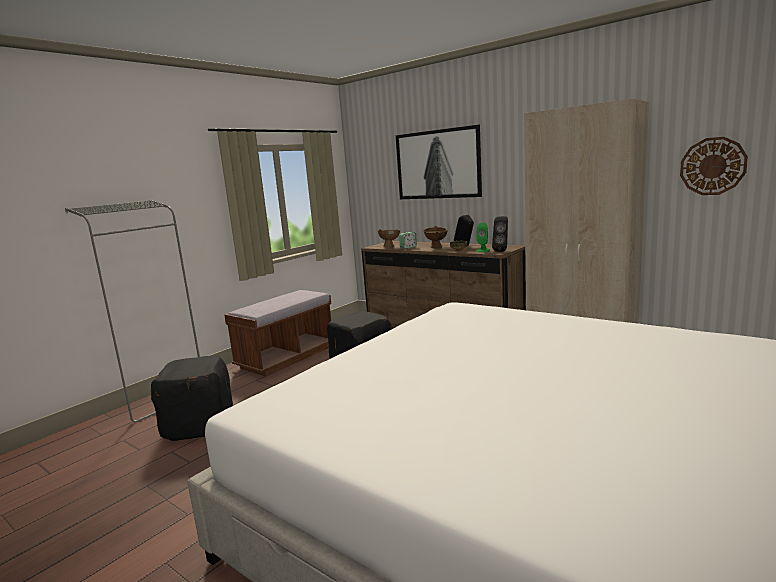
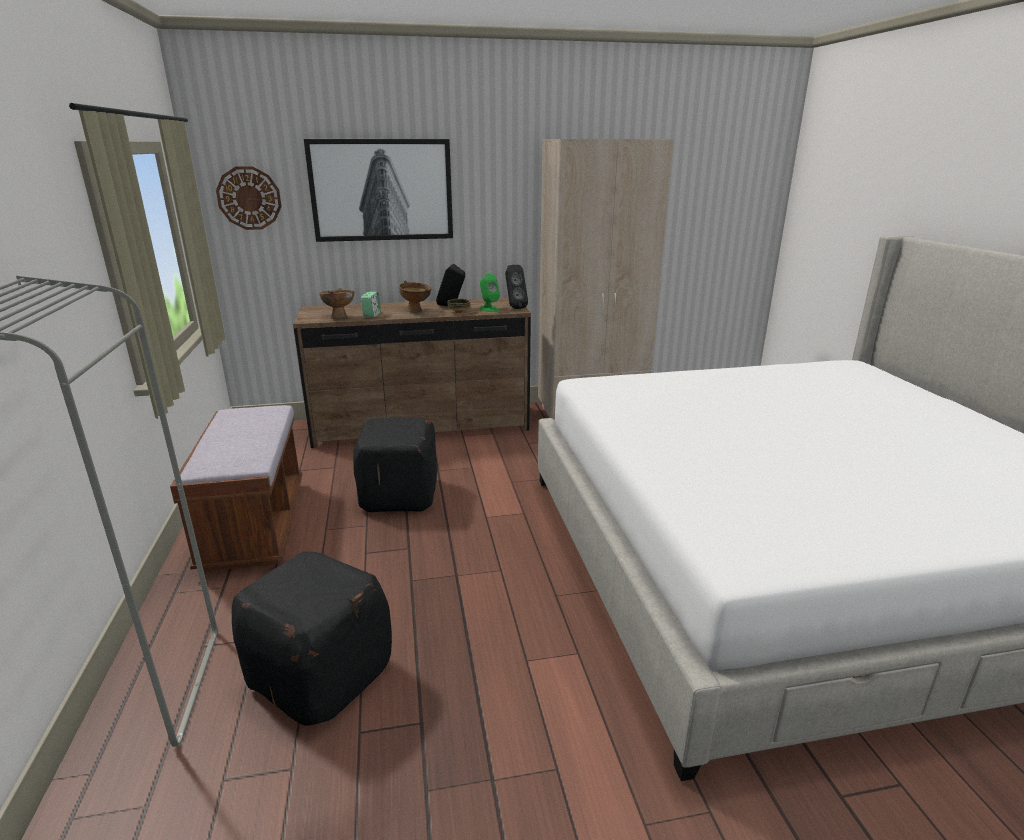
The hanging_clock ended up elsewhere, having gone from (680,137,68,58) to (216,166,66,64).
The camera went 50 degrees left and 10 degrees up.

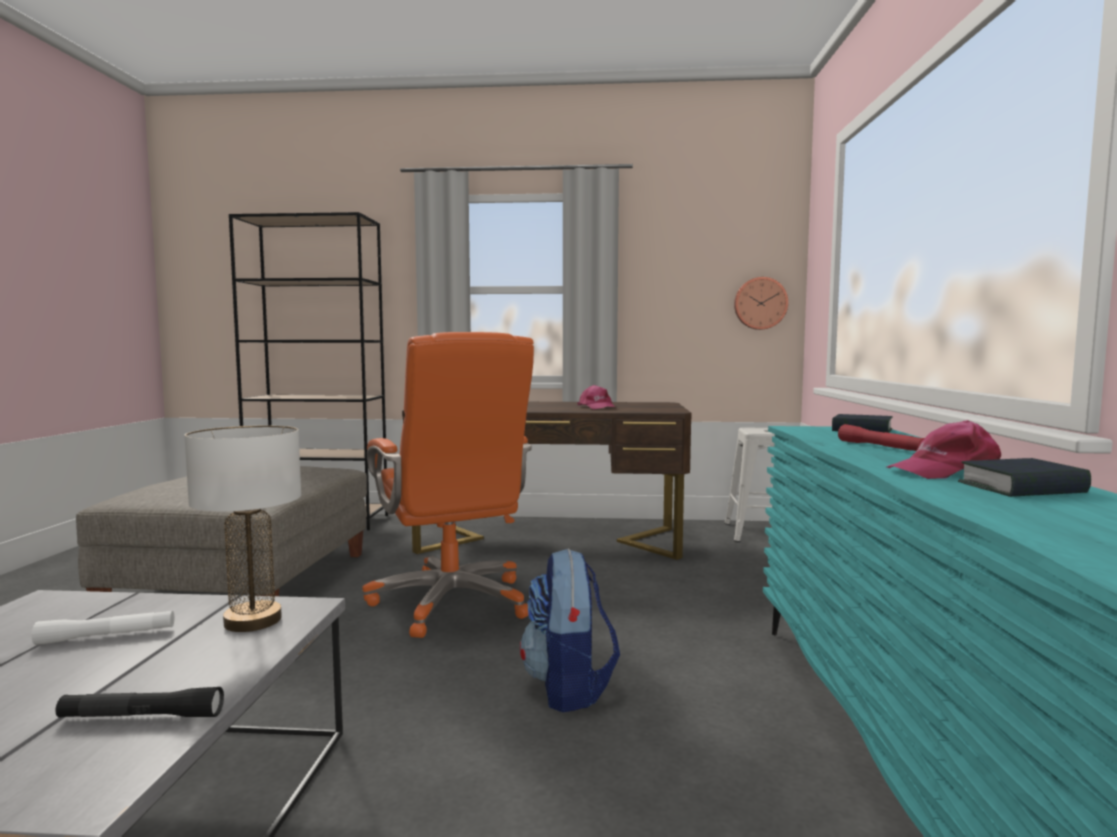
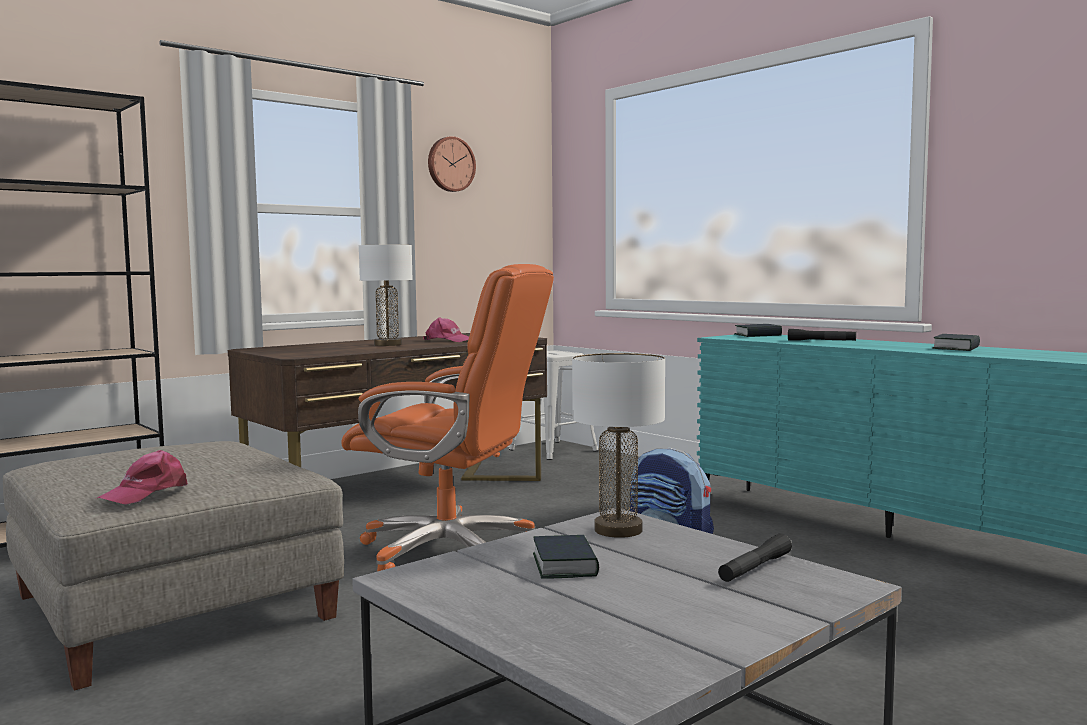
The second view gained the tabletop_lamp at (359,245,54,101).
The hanging_clock ended up elsewhere, having gone from (734,277,54,53) to (428,136,48,56).
The pink_baseball_cap ended up elsewhere, having gone from (887,420,114,59) to (97,450,91,55).
Where the whitish_torch stood at (32,610,142,35), the volume came to stand at (533,535,66,44).
What was the red_torch at (838,424,86,27) turned into the black-coloured_torch at (788,329,68,12).
The camera went 45 degrees left and 0 degrees up.

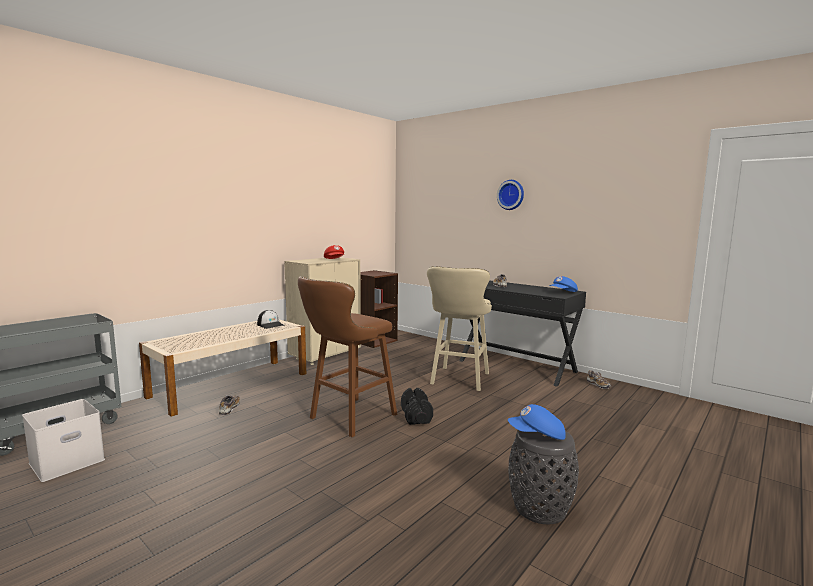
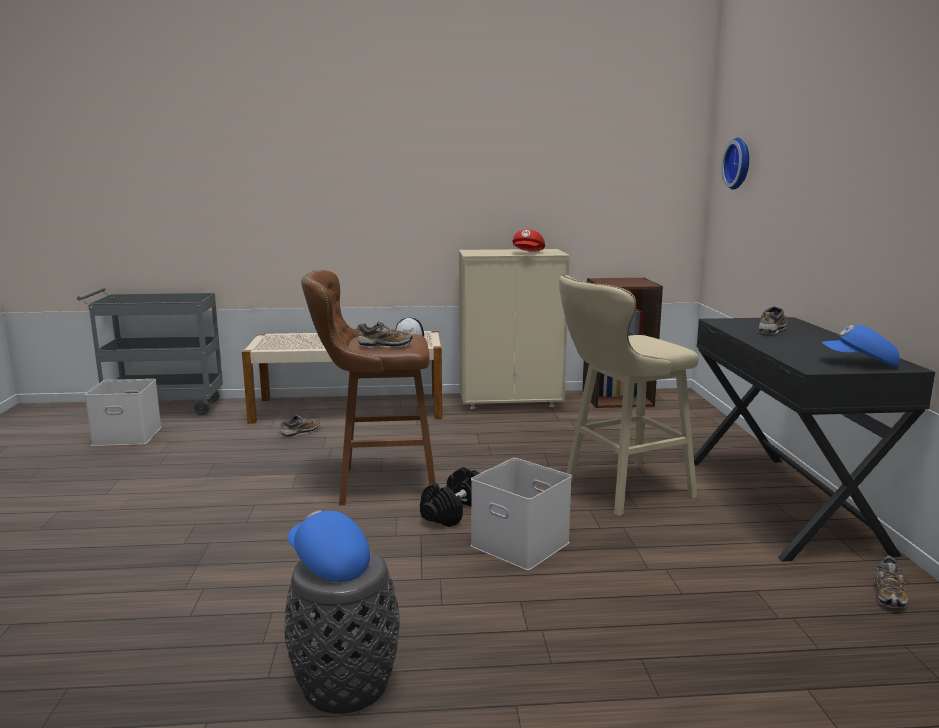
The second view gained the shoe at (356,320,57,27).
The second view gained the whitish_storage_box at (471,458,101,112).
The hanging_clock ended up elsewhere, having gone from (497,180,27,30) to (722,138,27,52).
The camera went 45 degrees right and 5 degrees up.

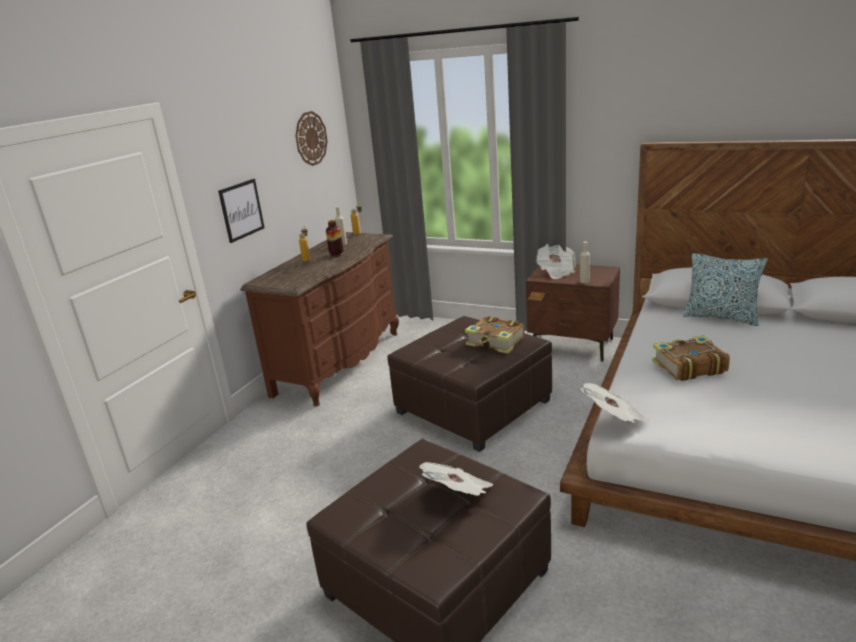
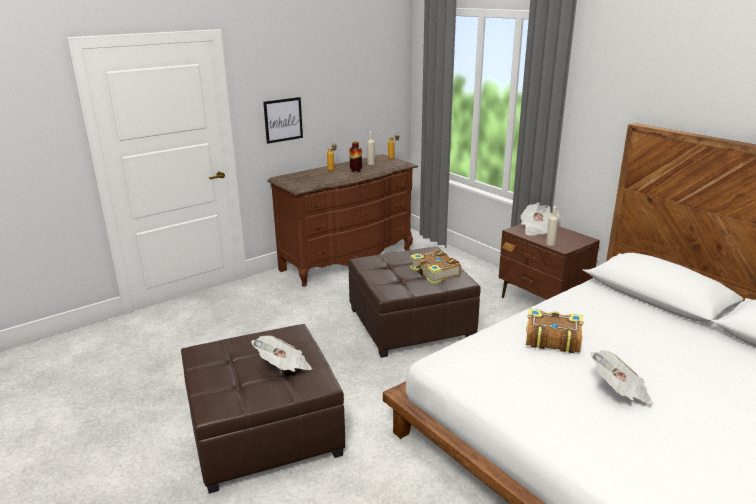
The second view lost the hanging_clock at (295,111,33,55).
The second view lost the pillow at (683,253,85,73).
The printed_paper ended up elsewhere, having gone from (579,383,70,40) to (591,350,62,55).
The camera went 25 degrees right and 0 degrees up.

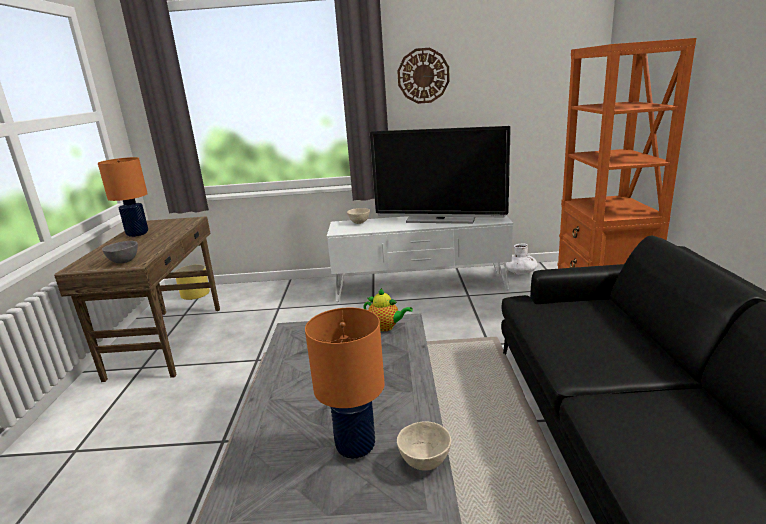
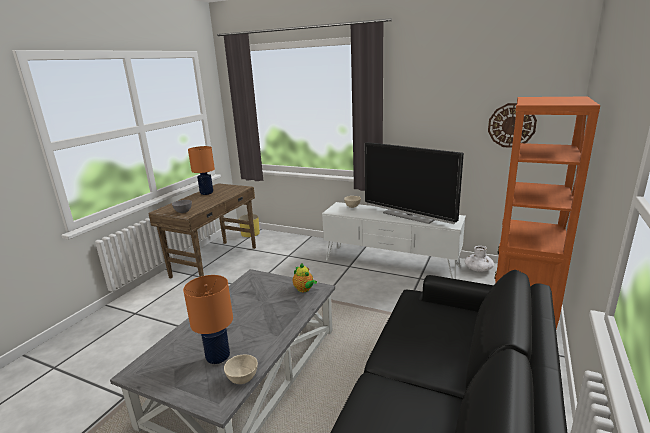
The hanging_clock ended up elsewhere, having gone from (397,48,53,56) to (488,103,49,45).
The camera went 25 degrees right and 0 degrees up.

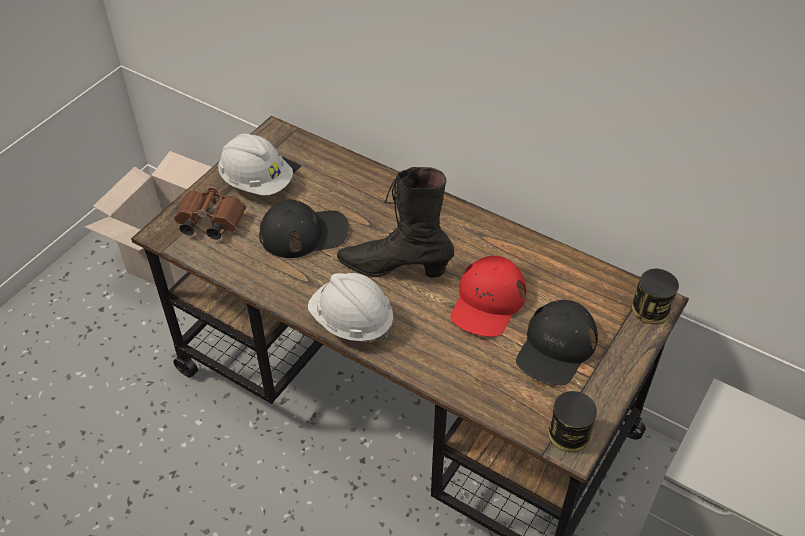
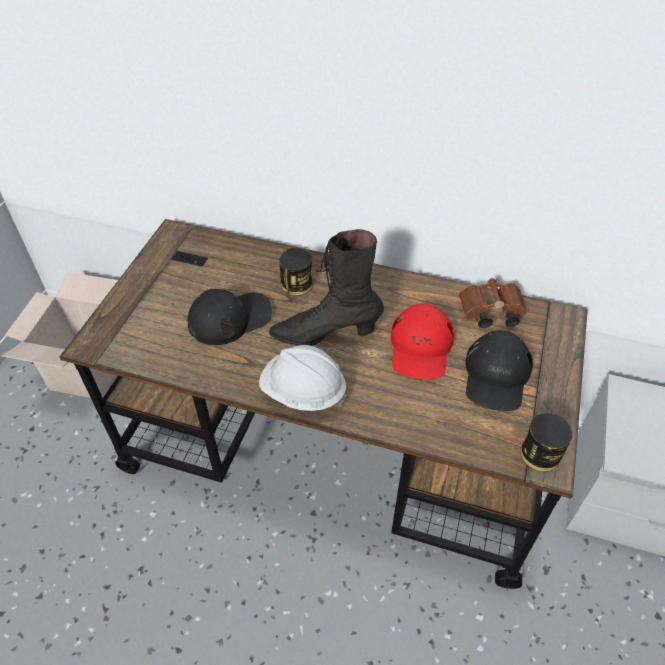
The second view lost the whitish_work_helmet at (218,133,75,63).
The brown_binoculars ended up elsewhere, having gone from (174,187,72,53) to (459,278,68,50).
The metal_can ended up elsewhere, having gone from (632,269,47,55) to (279,248,34,48).
The camera went 15 degrees left and 0 degrees up.

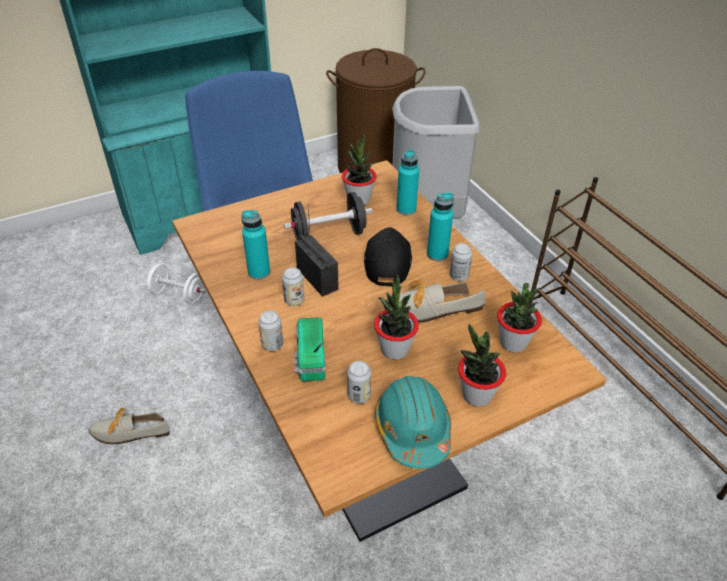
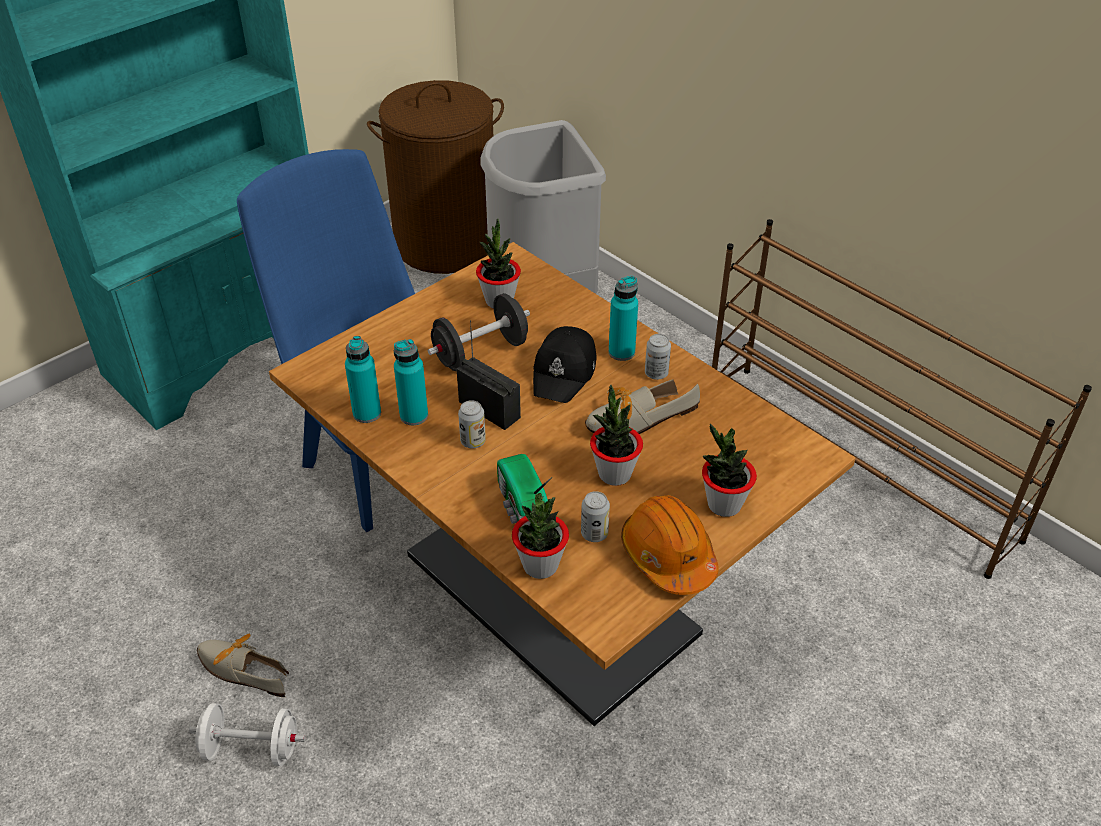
The second view lost the metal_can at (258,311,25,40).
The whitish_free_weight ended up elsewhere, having gone from (146,264,60,40) to (189,703,116,63).
The blue-green_drink_bottle ended up elsewhere, having gone from (396,149,23,67) to (345,336,36,87).
The houseplant ended up elsewhere, having gone from (497,283,45,70) to (512,493,57,86).
What was the blue-green_work_helmet at (375,376,76,93) turned into the orangey_work_helmet at (621,495,98,100).
The shoe at (88,408,82,36) ended up facing another way, 45 degrees clockwise from before.
The black-coloured_baseball_cap at (364,227,48,60) ended up facing another way, 150 degrees counterclockwise from before.
The camera went 15 degrees left and 0 degrees up.

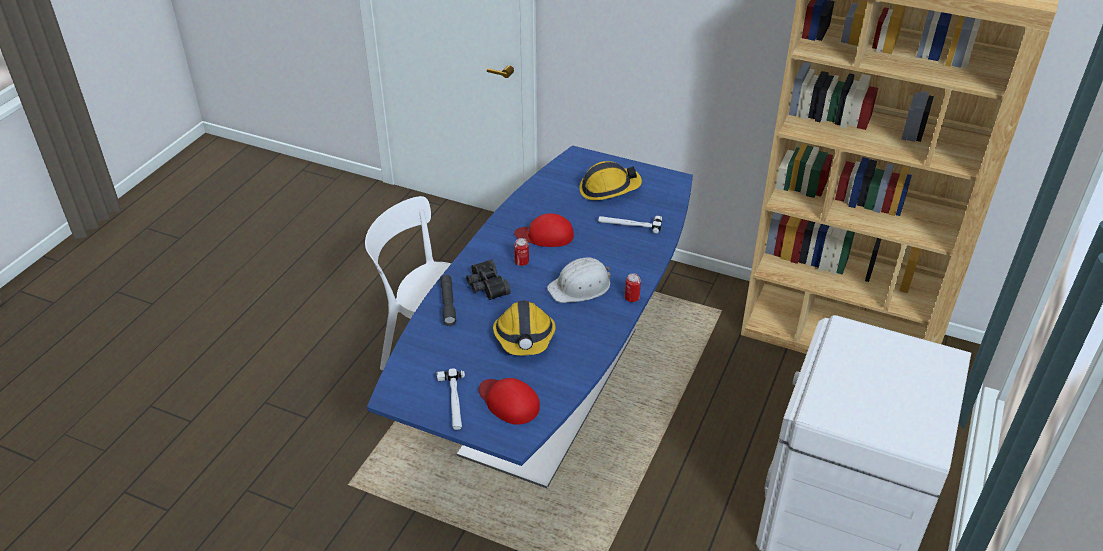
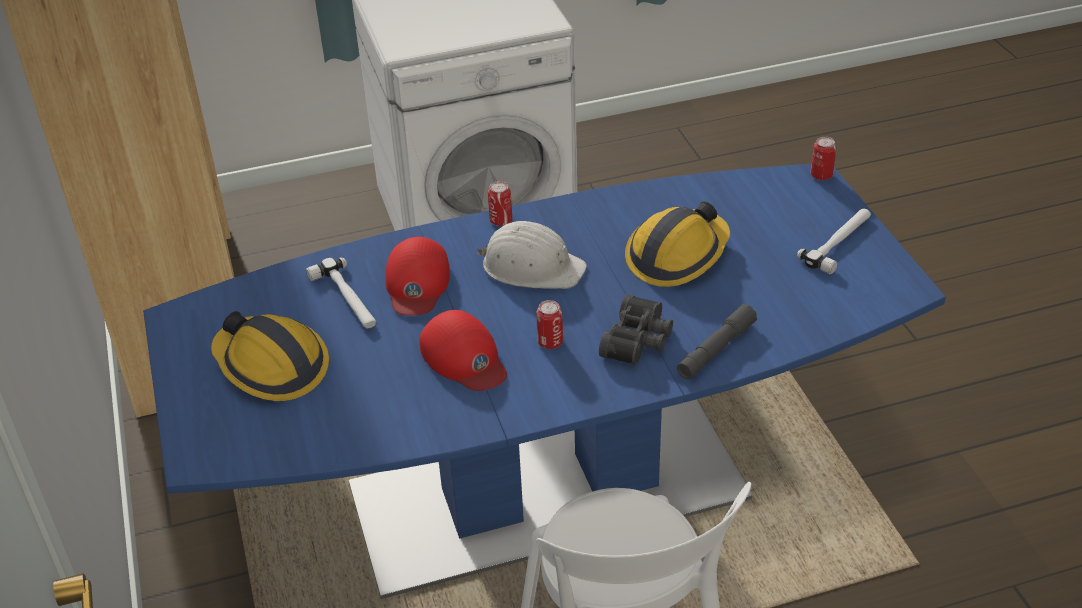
The second view gained the metal_can at (811,137,25,43).
The red_baseball_cap ended up elsewhere, having gone from (479,378,61,47) to (385,237,65,79).
The camera went 130 degrees left and 0 degrees up.

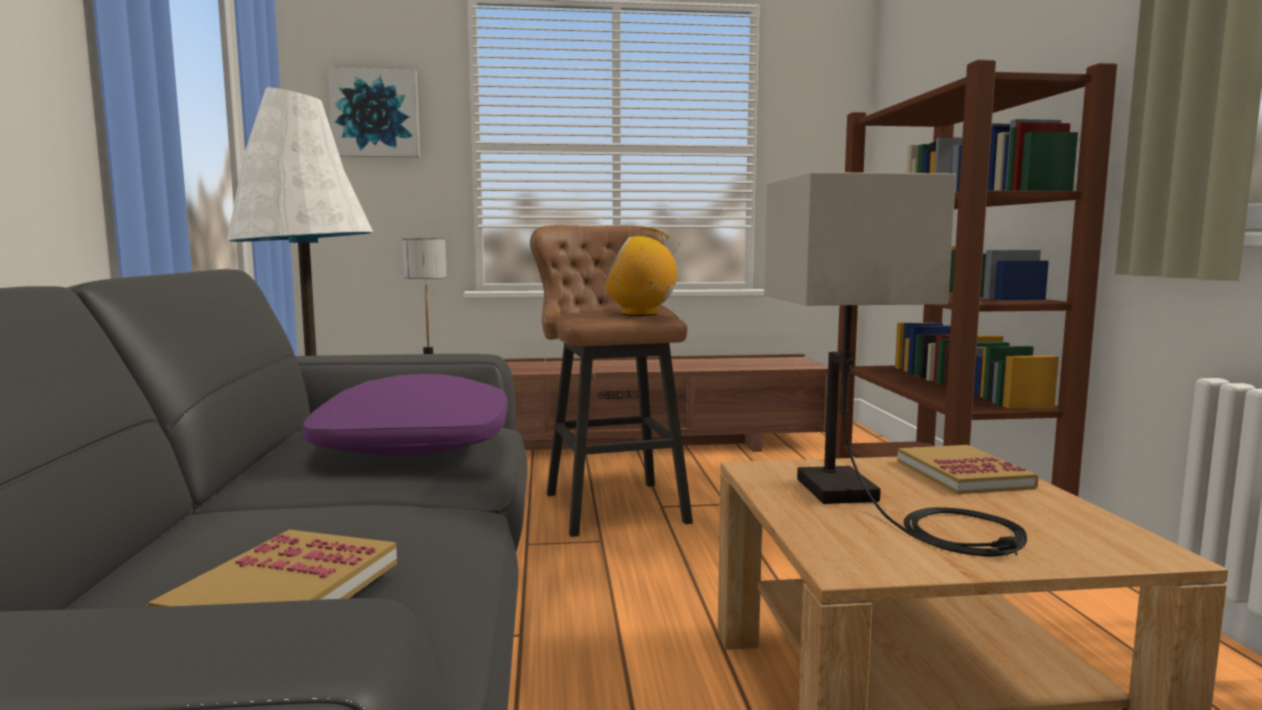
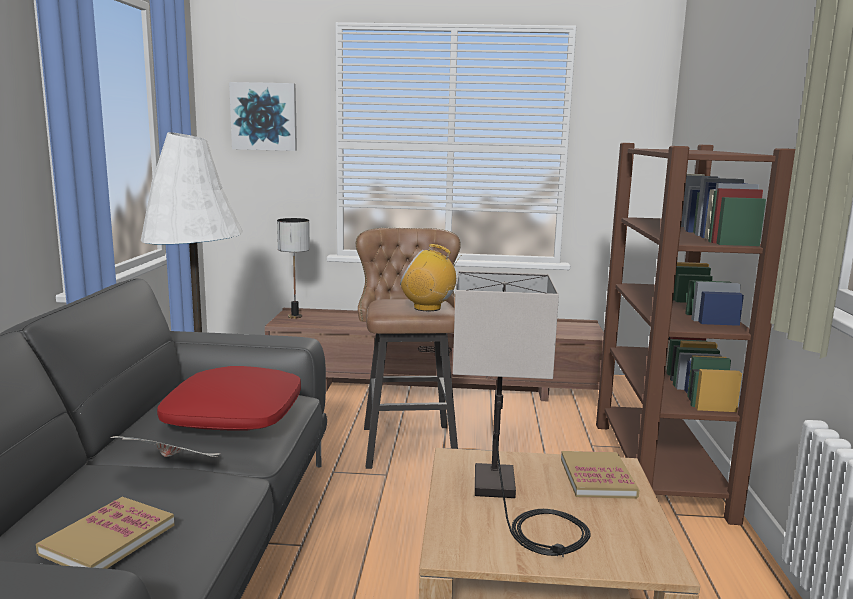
The second view gained the printed_paper at (110,436,110,21).
What was the purple_pillow at (302,374,206,82) turned into the red_pillow at (157,366,144,64).
The camera went 10 degrees right and 5 degrees up.

